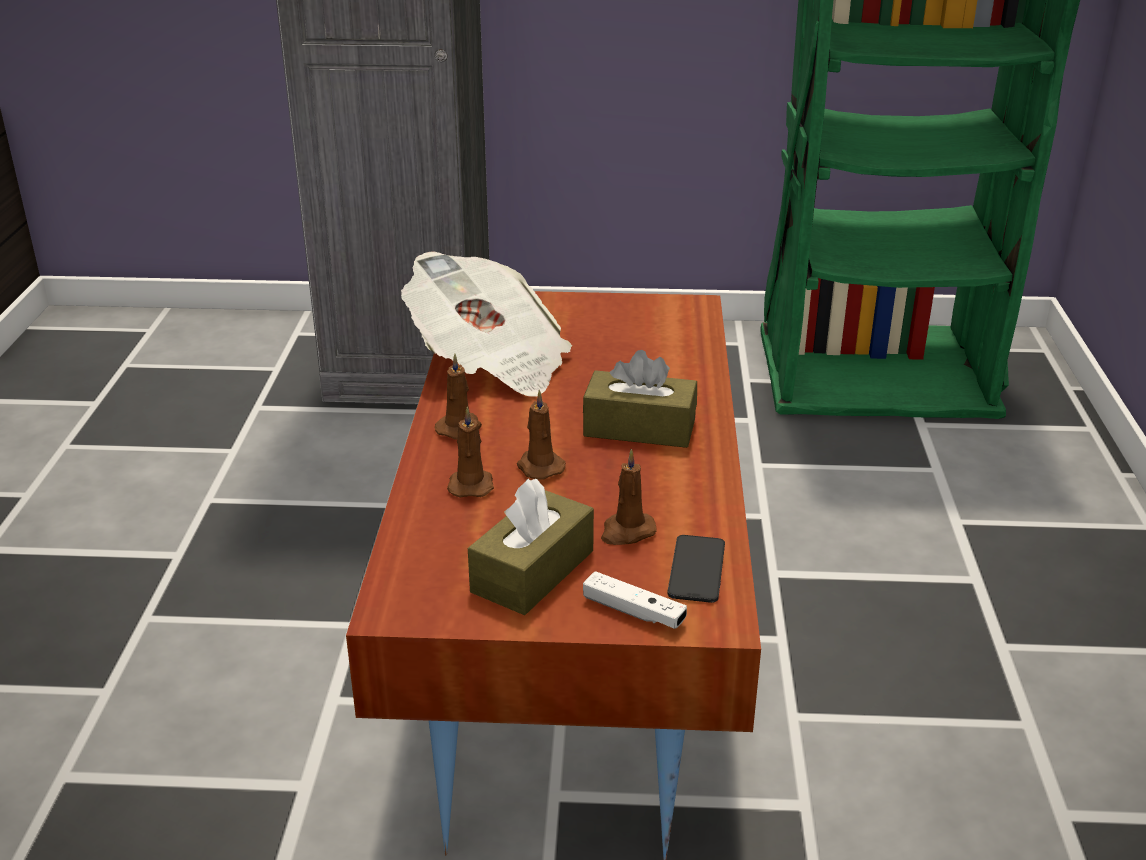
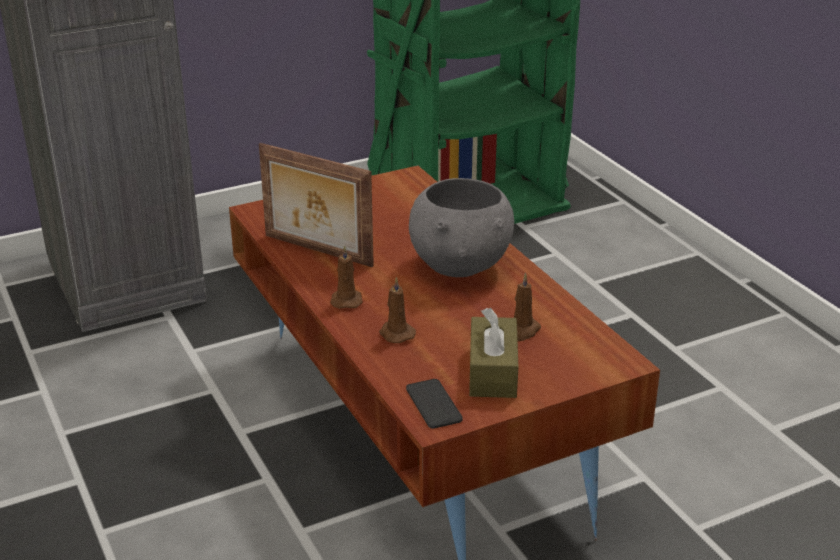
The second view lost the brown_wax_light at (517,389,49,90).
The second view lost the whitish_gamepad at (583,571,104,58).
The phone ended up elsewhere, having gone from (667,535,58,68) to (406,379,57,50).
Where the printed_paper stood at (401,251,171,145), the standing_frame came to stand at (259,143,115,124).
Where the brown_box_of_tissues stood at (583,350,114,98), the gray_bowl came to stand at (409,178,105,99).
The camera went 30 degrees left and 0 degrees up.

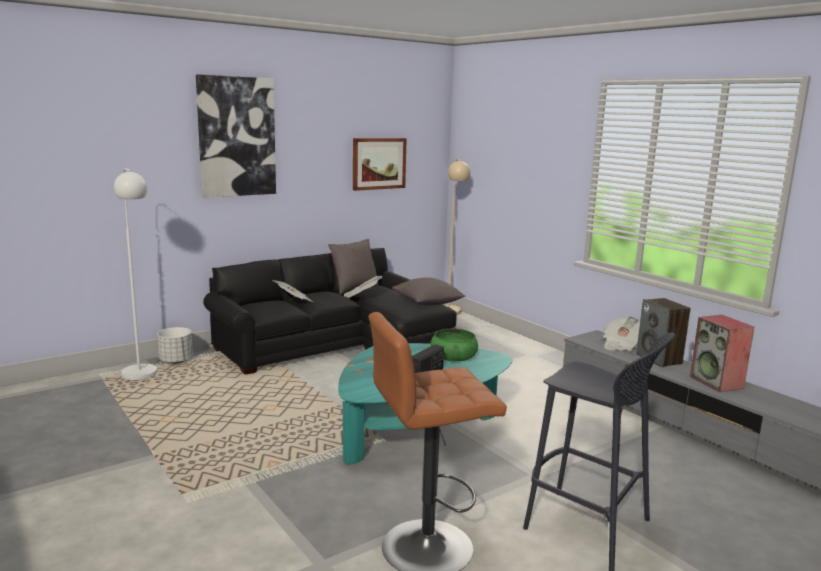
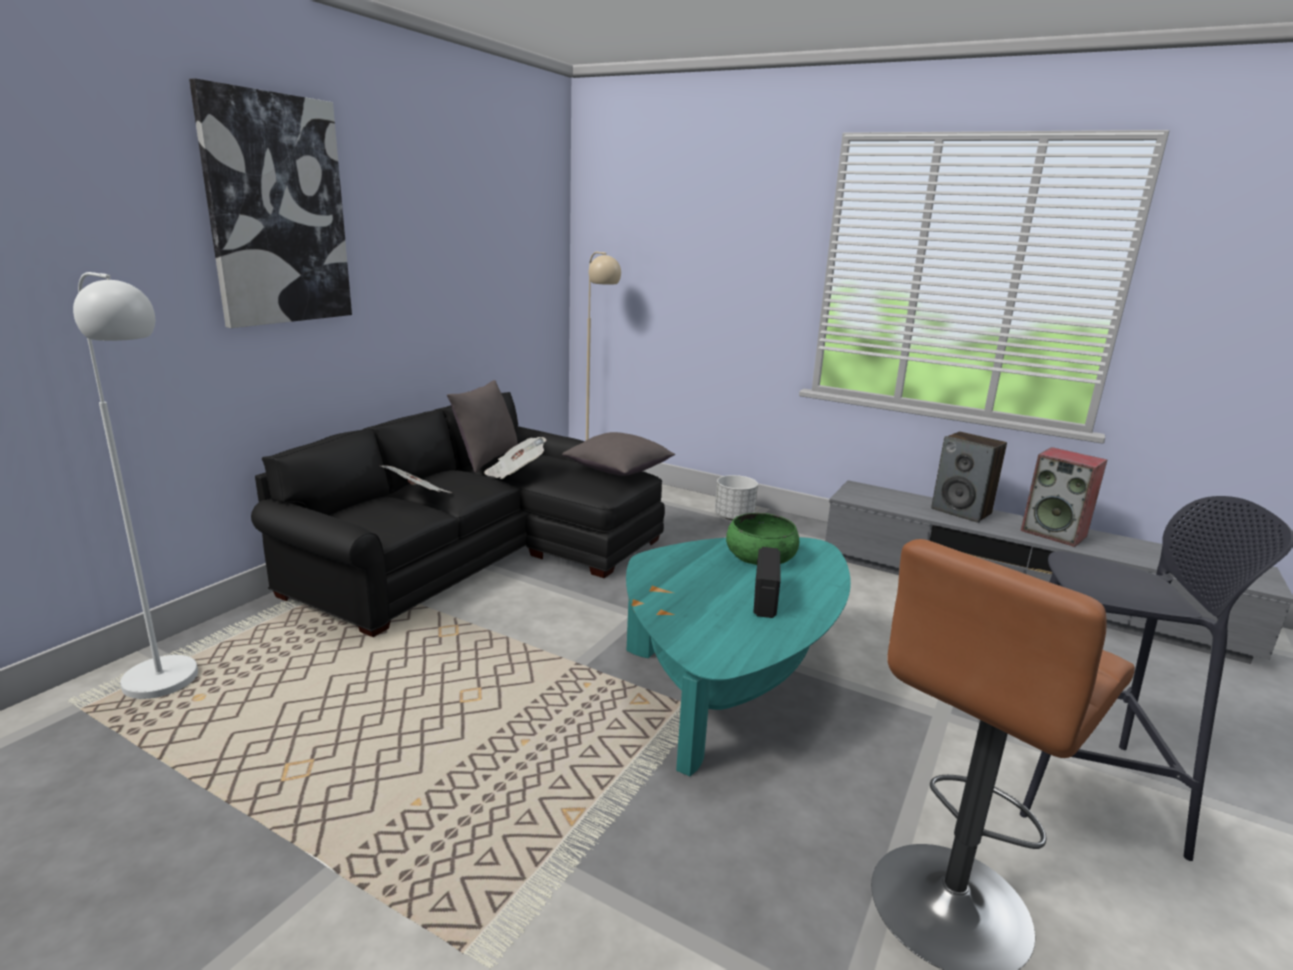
The second view lost the wall_picture at (353,138,54,53).
The second view lost the printed_paper at (603,316,37,35).
The whitish_plant_pot ended up elsewhere, having gone from (157,327,36,37) to (715,475,43,46).
The camera went 25 degrees left and 5 degrees up.

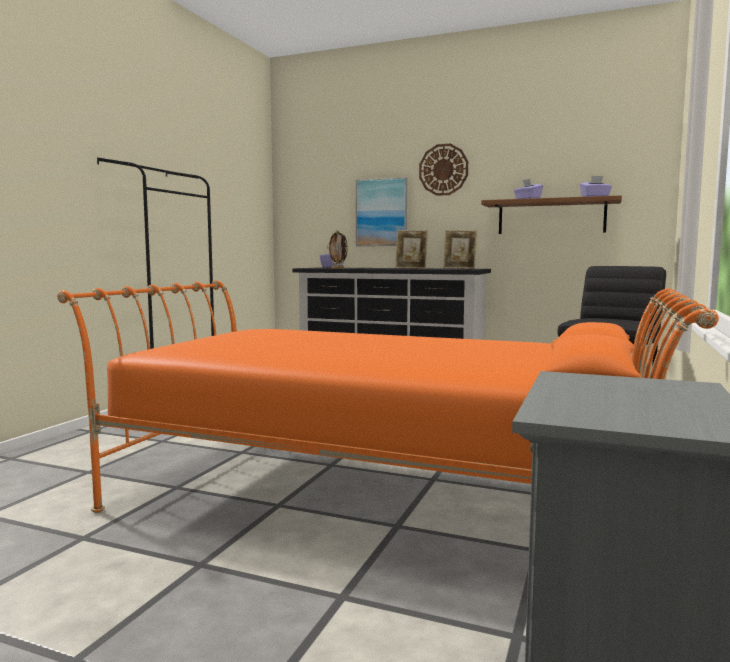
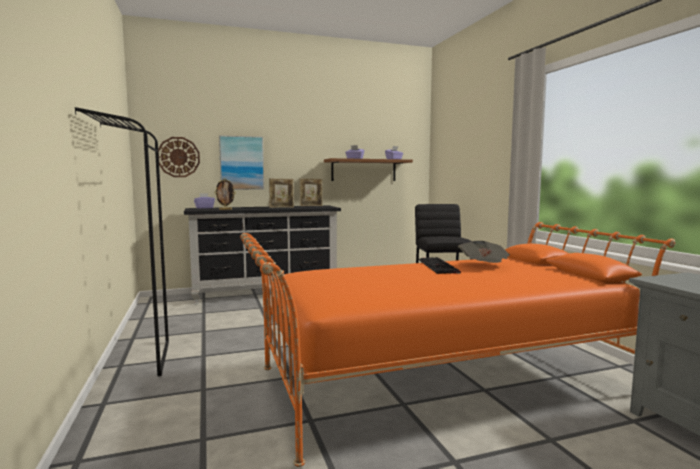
The second view gained the PC_keyboard at (419,257,42,17).
The second view gained the printed_paper at (458,241,52,22).
The hanging_clock ended up elsewhere, having gone from (419,144,49,52) to (158,137,42,40).
The camera went 40 degrees left and 0 degrees up.

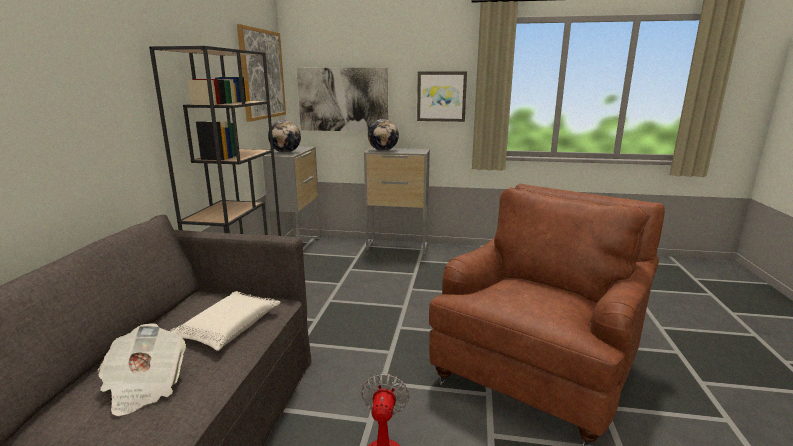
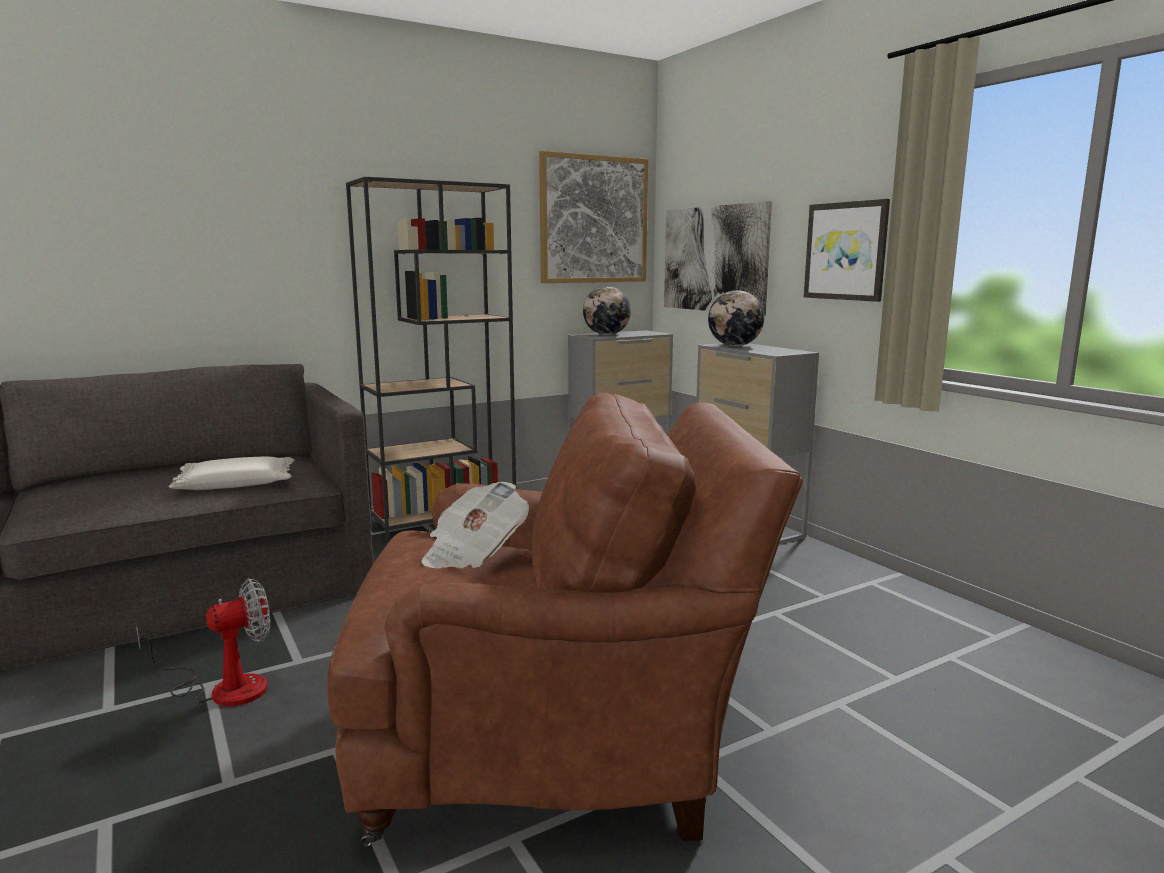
The printed_paper ended up elsewhere, having gone from (97,323,89,93) to (421,482,108,86).
The camera went 50 degrees right and 5 degrees down.

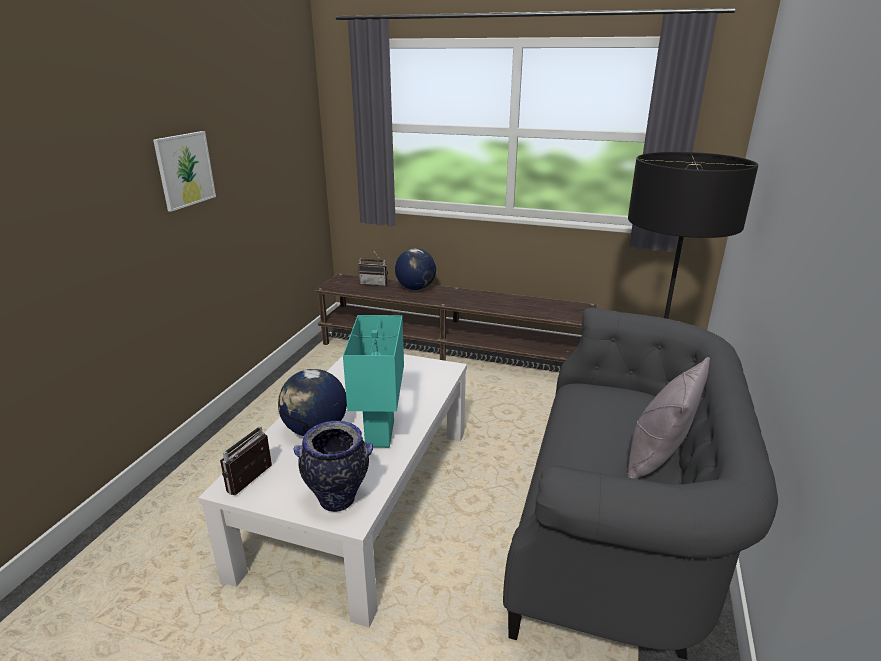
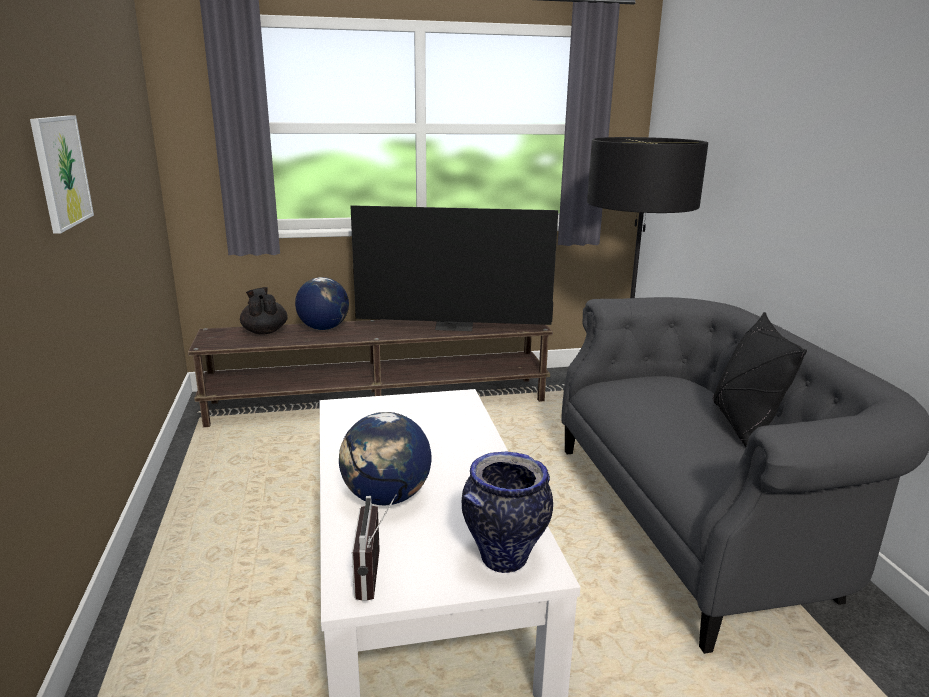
The second view lost the blue-green_tabletop_lamp at (343,315,61,133).
The second view gained the TV at (351,205,207,126).
Where the radio_set stood at (358,249,30,37), the black-coloured_teapot came to stand at (240,287,48,48).
What was the purple_pillow at (627,357,83,122) turned into the black-coloured_pillow at (712,312,95,135).
The camera went 30 degrees left and 5 degrees down.

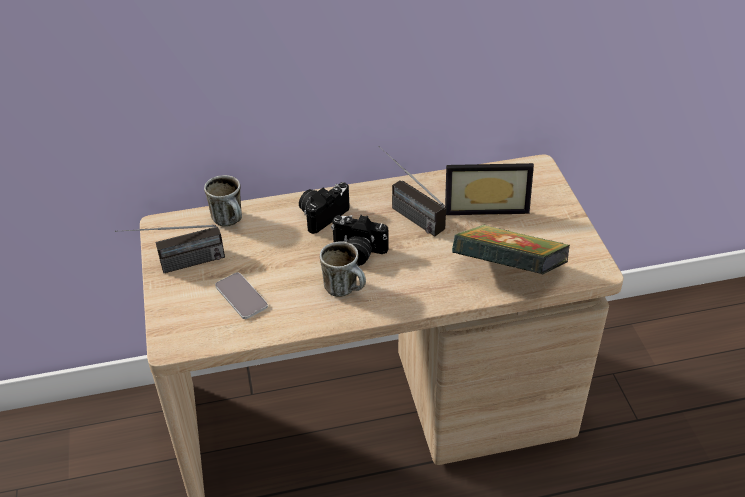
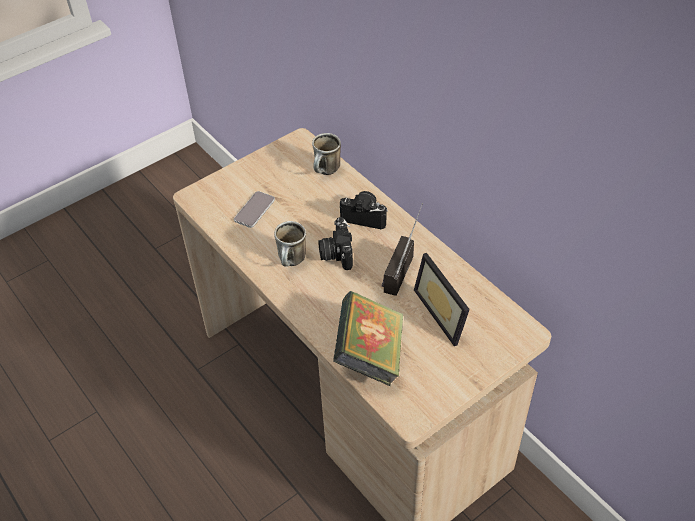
The second view lost the radio_set at (115,224,110,49).
The camera went 65 degrees right and 5 degrees up.

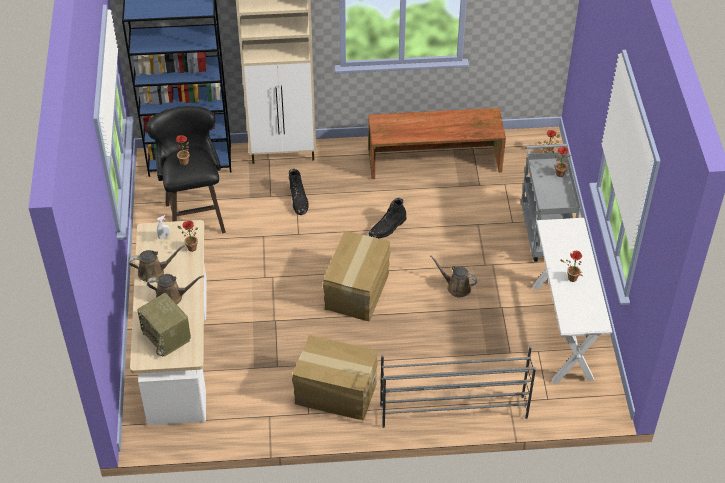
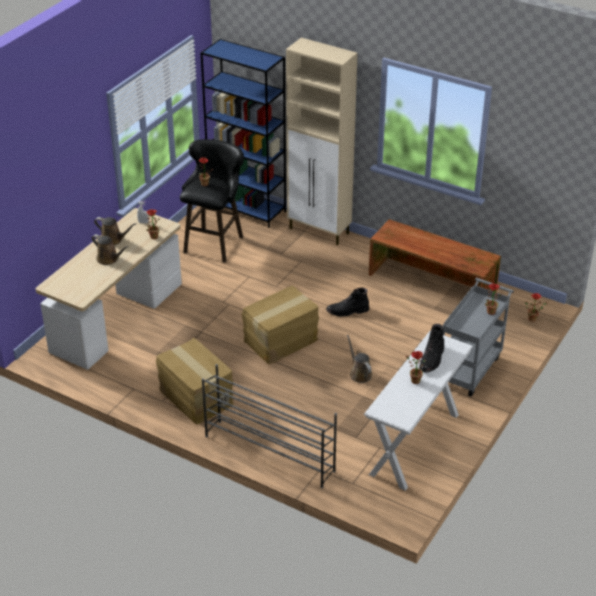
The second view lost the radio_set at (137,293,54,64).
The black-coloured_high-top_boot ended up elsewhere, having gone from (289,168,20,47) to (419,324,25,48).
The camera went 35 degrees right and 10 degrees down.

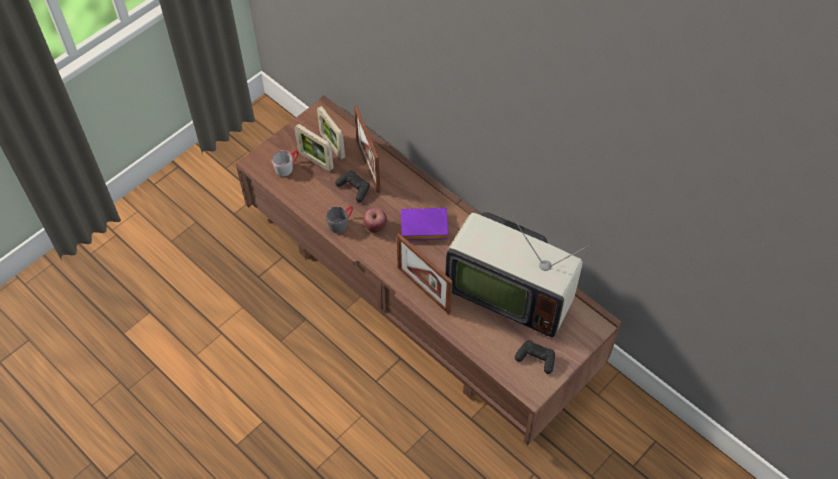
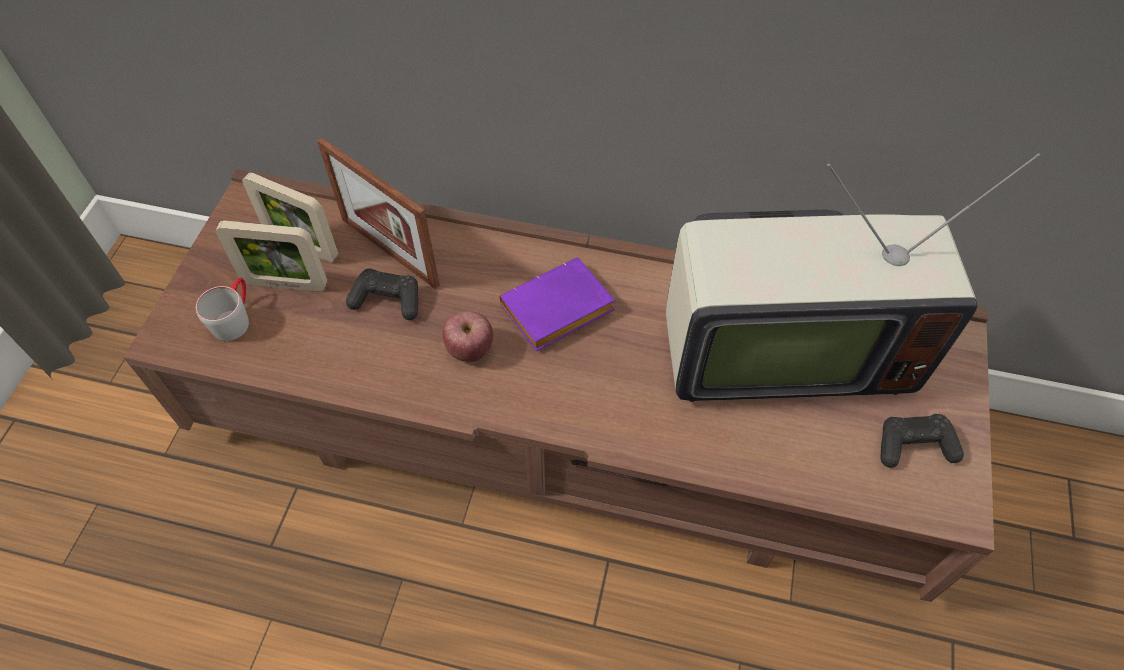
The second view lost the gray_tea_mug at (326,206,27,27).
The second view lost the standing_frame at (397,234,55,80).
The camera went 30 degrees left and 0 degrees up.

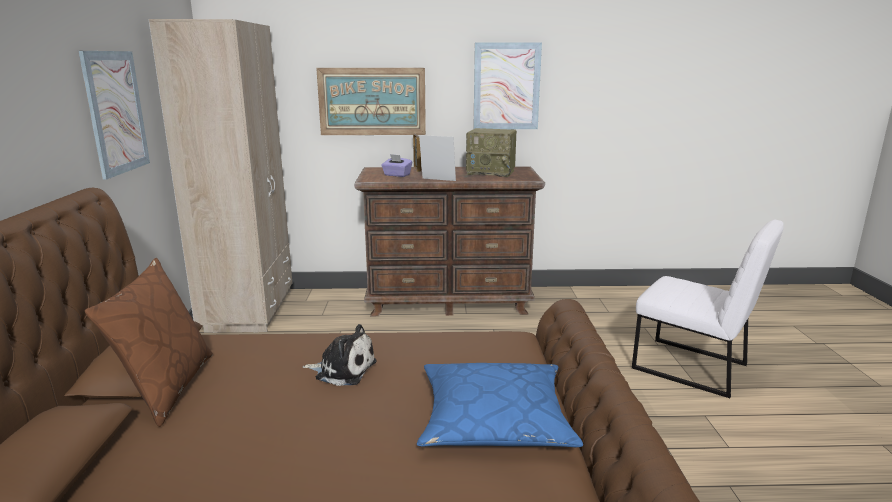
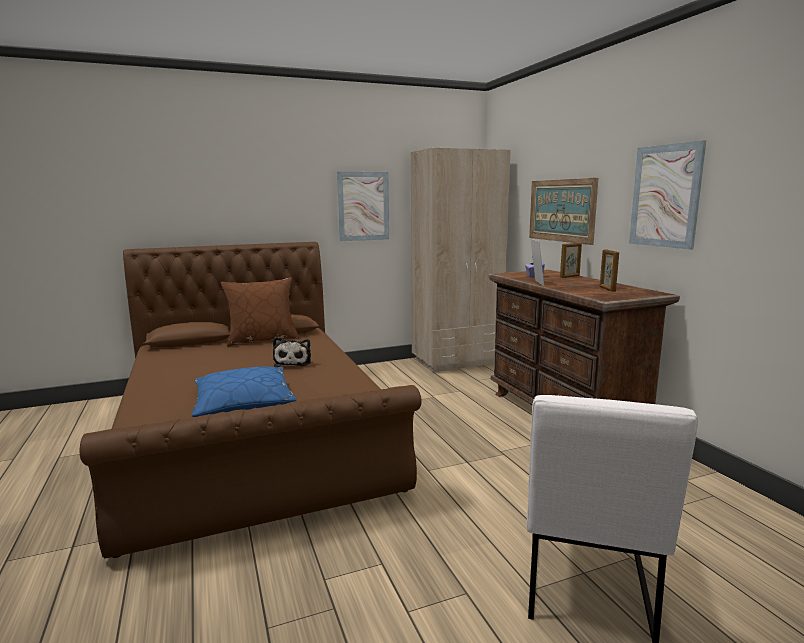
Where the radio_set stood at (466,128,51,49), the standing_frame came to stand at (600,249,19,43).
The camera went 70 degrees right and 5 degrees down.

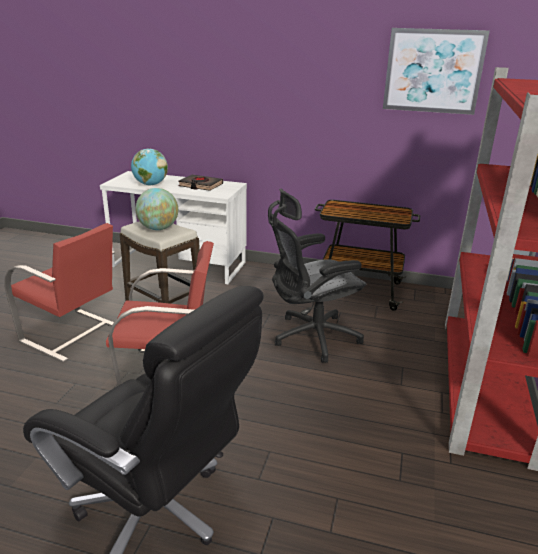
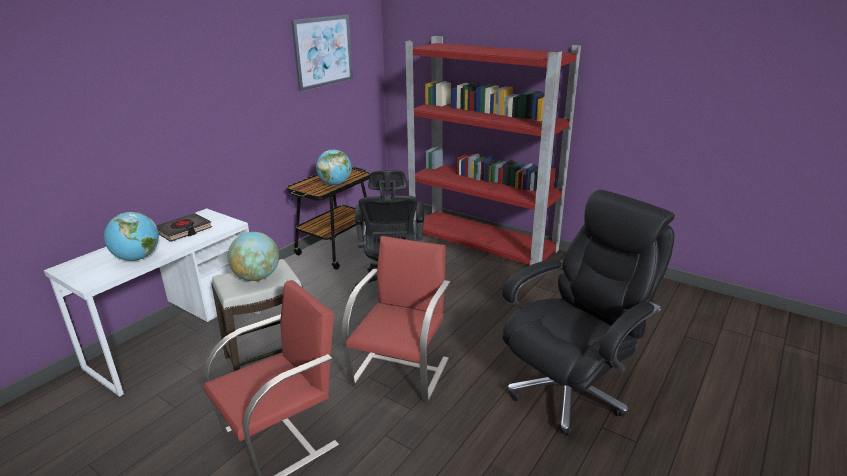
The second view gained the desk_globe at (316,150,36,35).
The camera went 70 degrees left and 0 degrees up.

